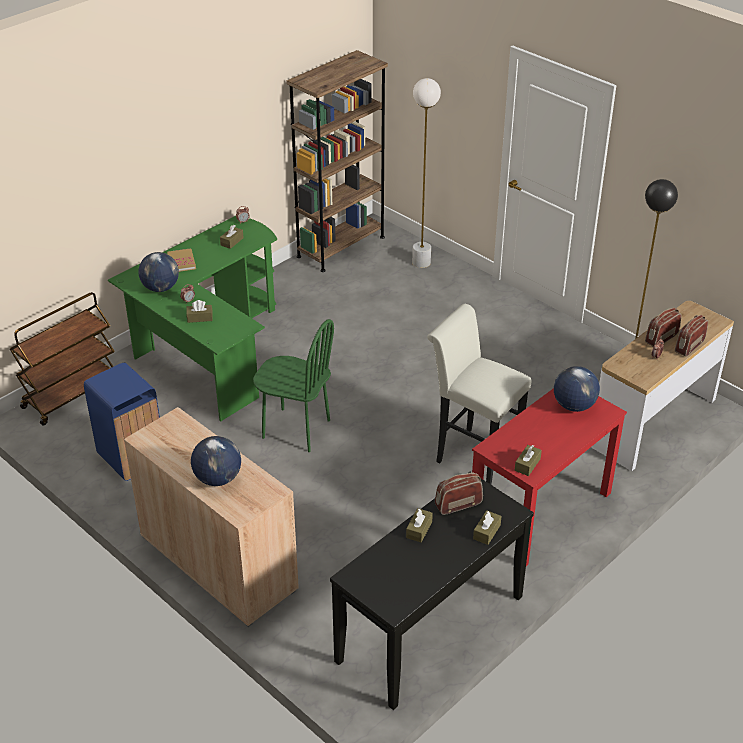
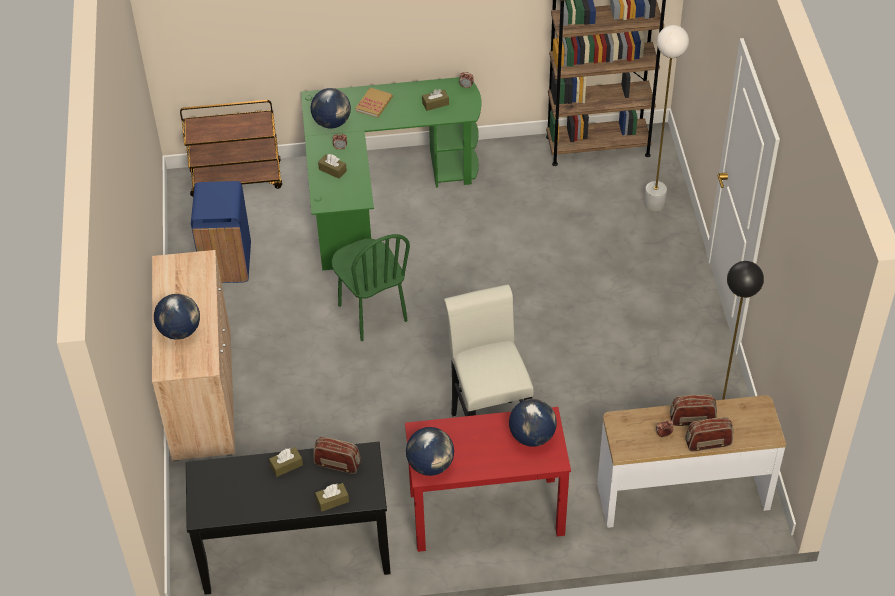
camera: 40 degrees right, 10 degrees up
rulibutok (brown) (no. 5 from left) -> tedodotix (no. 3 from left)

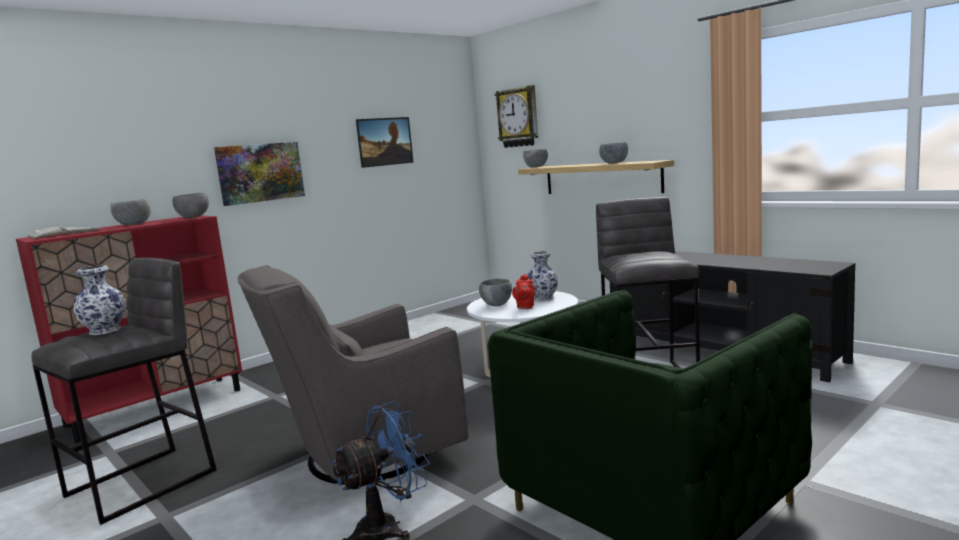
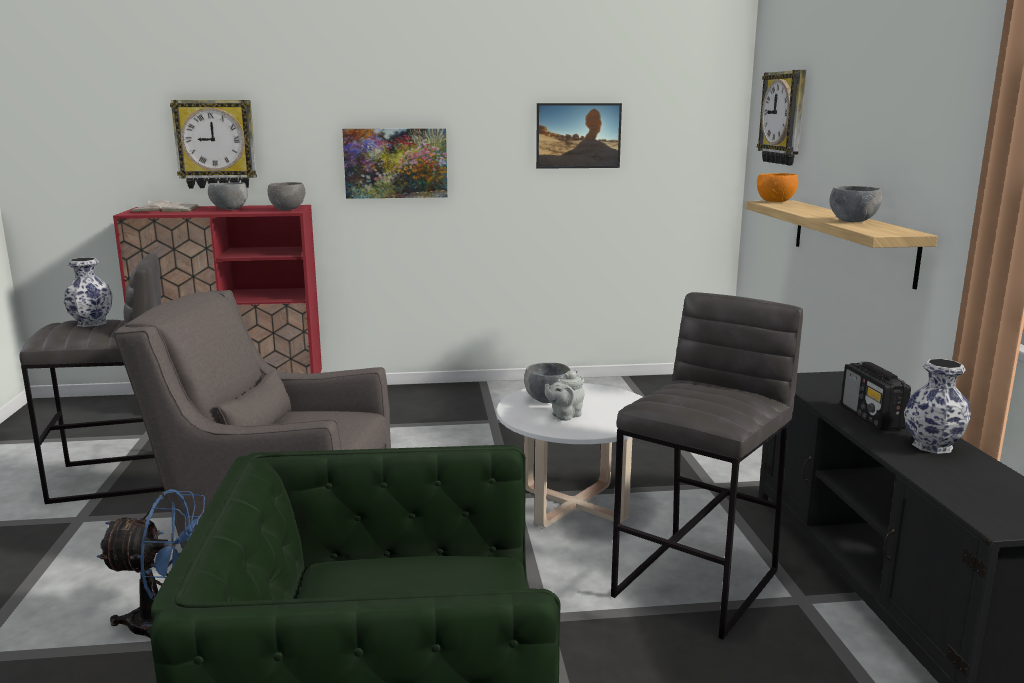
camera: 35 degrees right, 5 degrees up
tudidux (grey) (no. 4 from left) -> tudidux (orange)
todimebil (no. 2 from left), relocated
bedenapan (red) -> bedenapan (grey)
none -> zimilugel (no. 1 from left)
none -> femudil

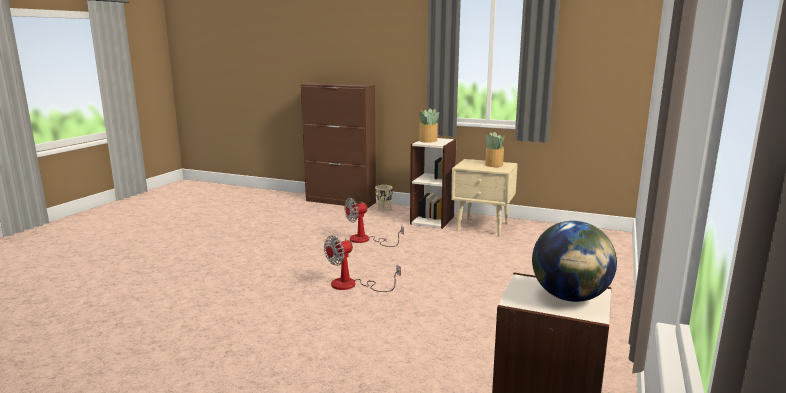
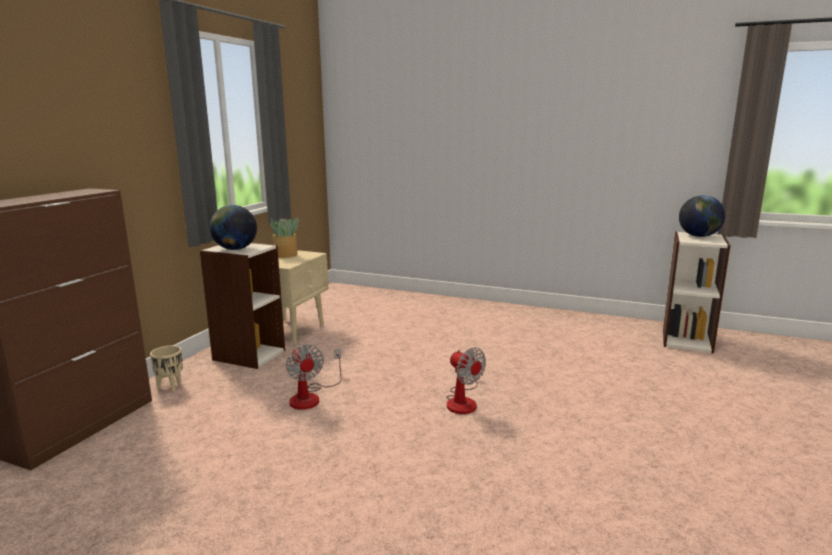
camera: 90 degrees left, 0 degrees up
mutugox (no. 1 from left) -> tedodotix (no. 1 from left)

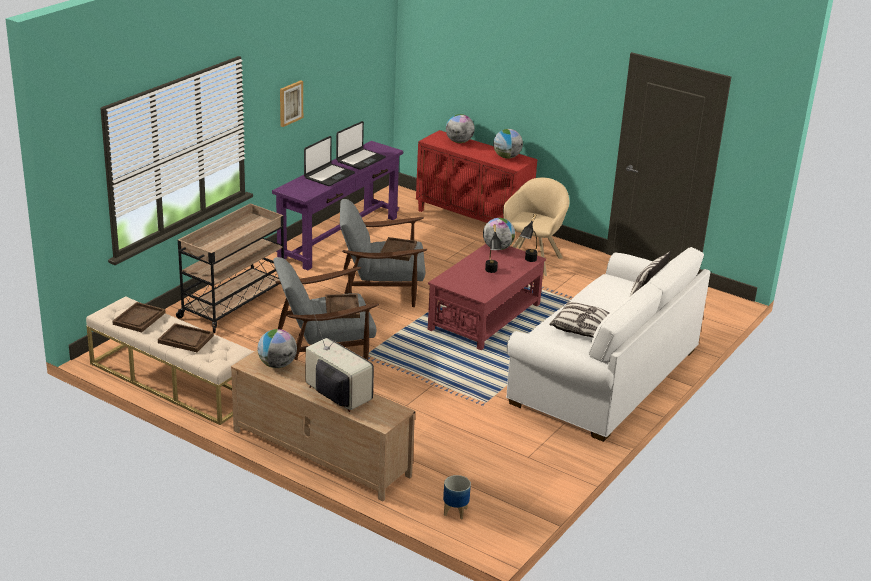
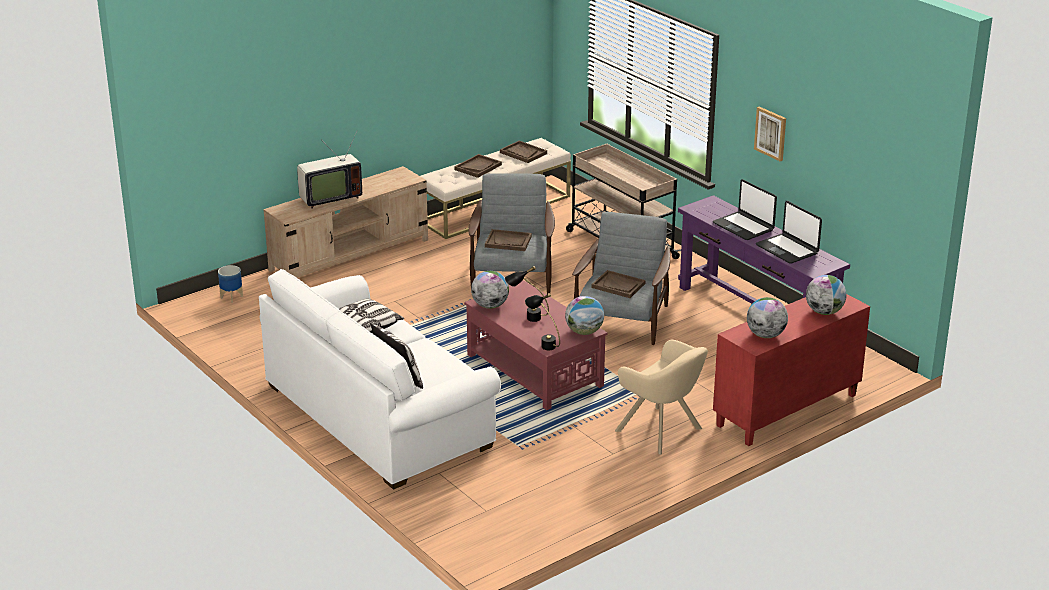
camera: 110 degrees right, 0 degrees up
tedodotix (no. 1 from left), relocated

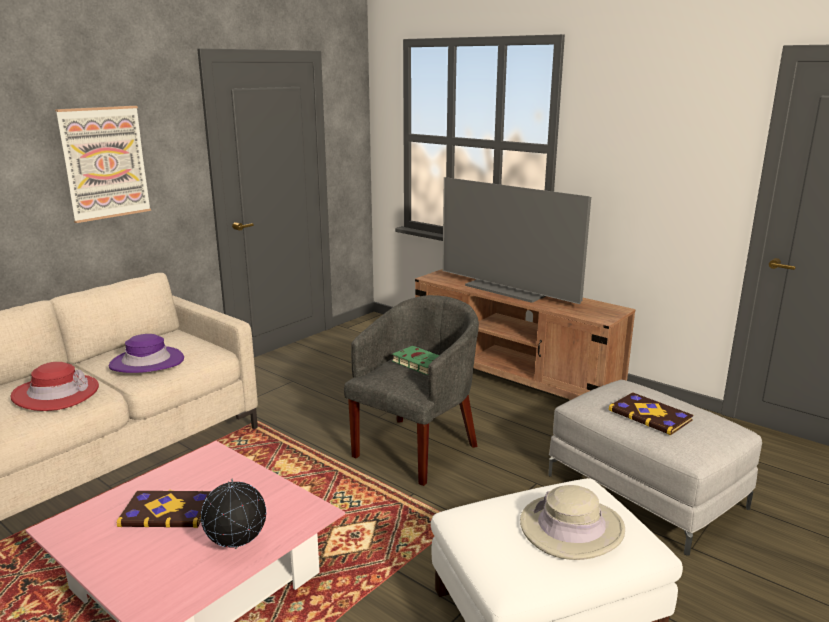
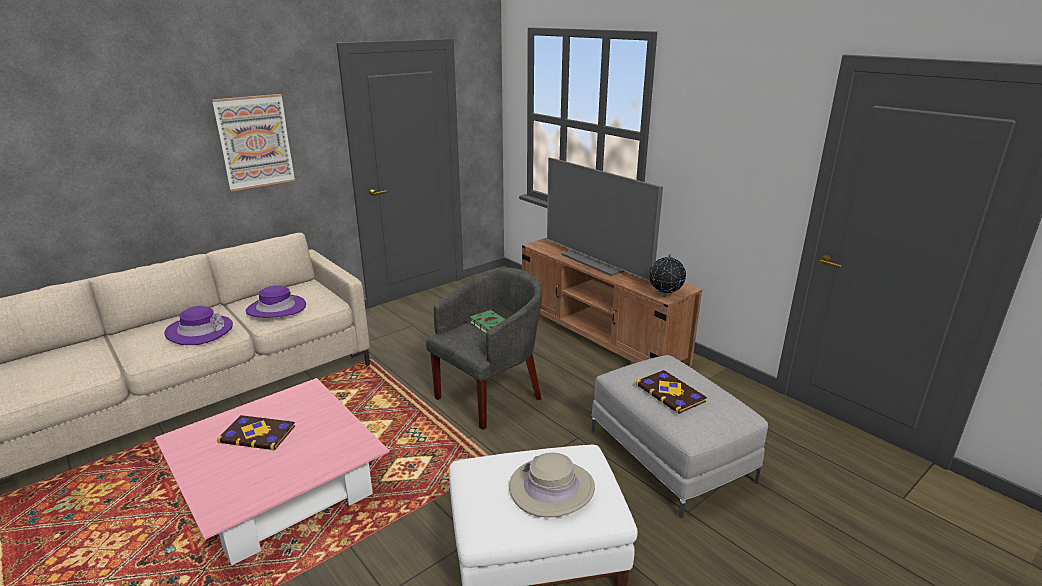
camera: 10 degrees right, 5 degrees up
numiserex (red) -> numiserex (purple) (no. 1 from left)
tedodotix, relocated

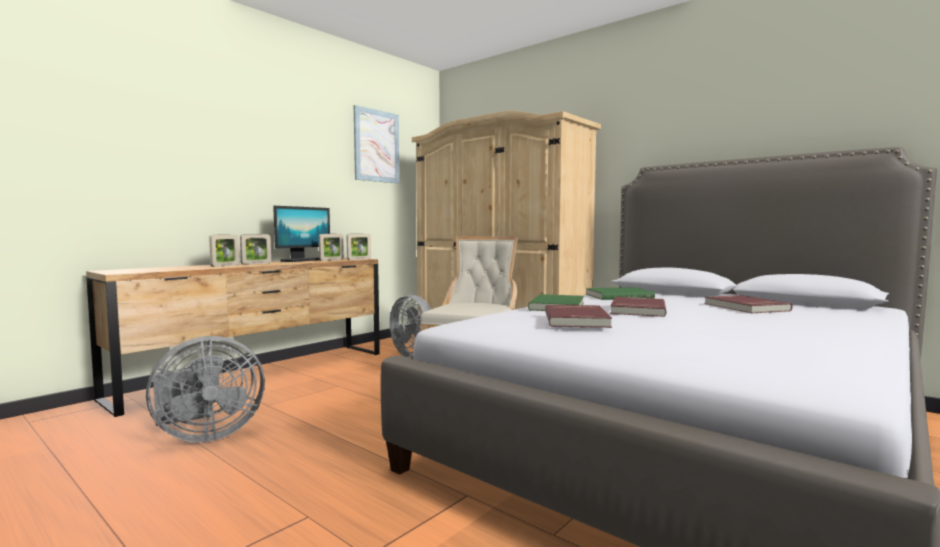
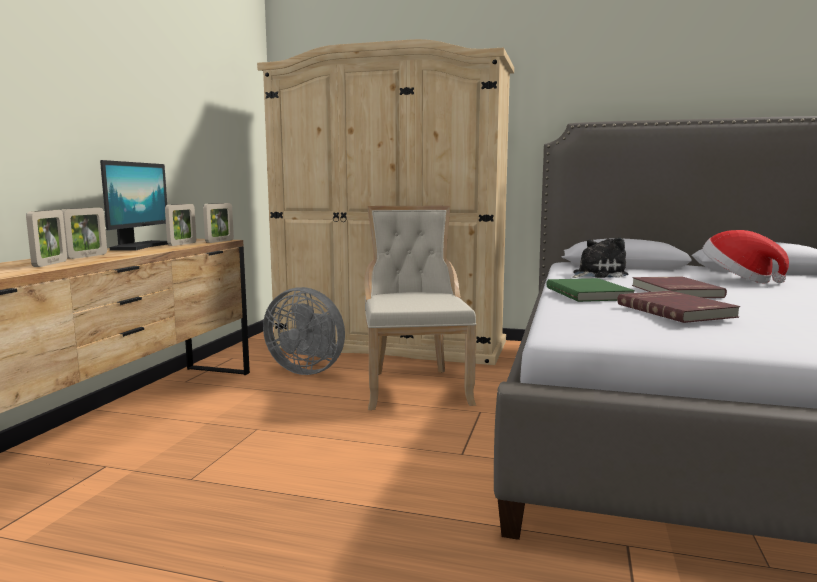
camera: 25 degrees left, 5 degrees up
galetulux -> none
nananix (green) (no. 2 from left) -> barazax
nananix (red) (no. 3 from left) -> numiserex
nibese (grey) (no. 1 from left) -> none

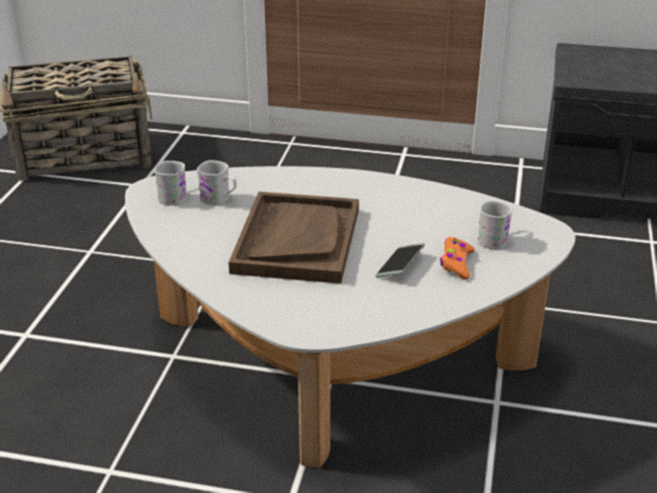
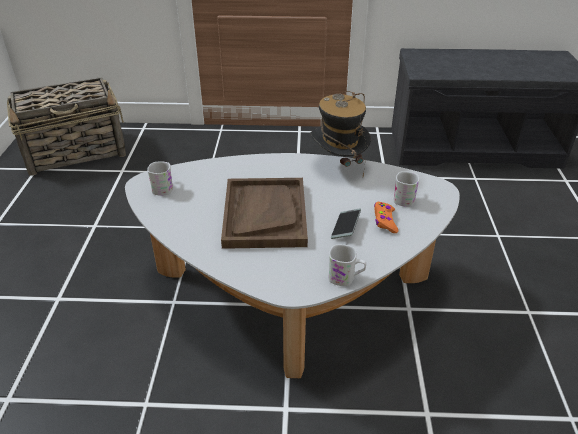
camera: 10 degrees left, 5 degrees up
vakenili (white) (no. 2 from left), relocated
none -> numiserex

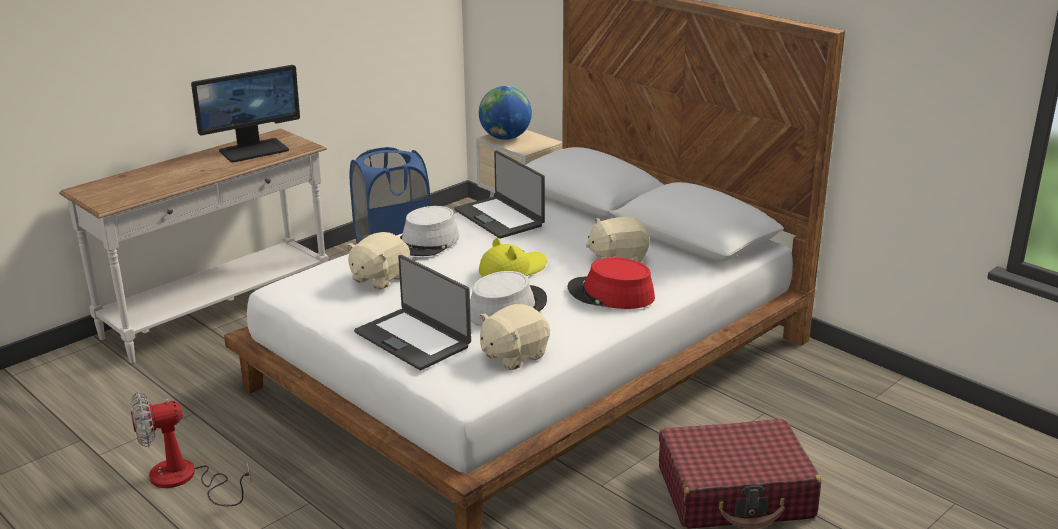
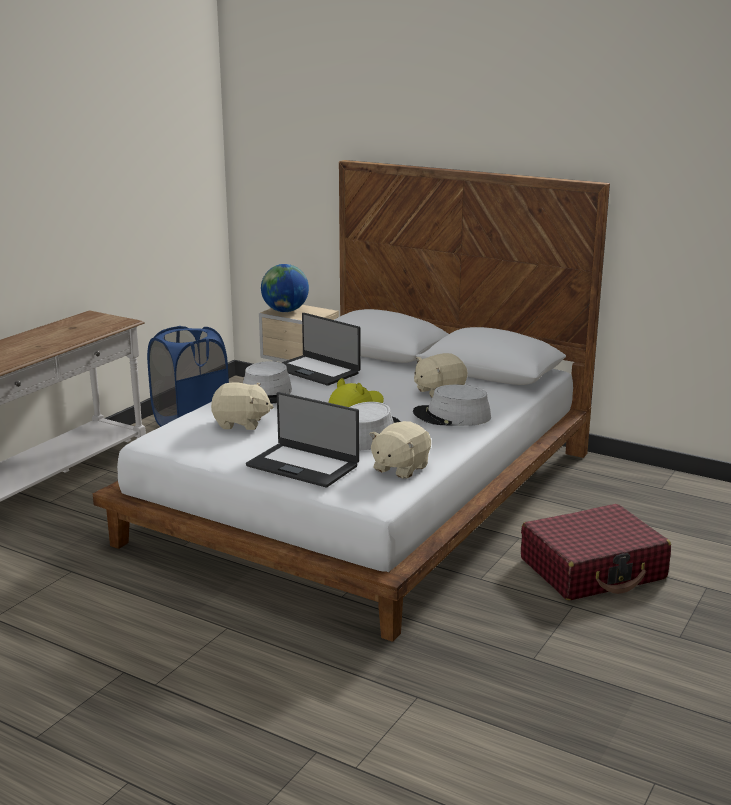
camera: 15 degrees left, 5 degrees down
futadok -> none
barazax (beige) (no. 1 from left), 105 degrees counterclockwise
numiserex (red) -> numiserex (grey) (no. 3 from left)
nibese -> none

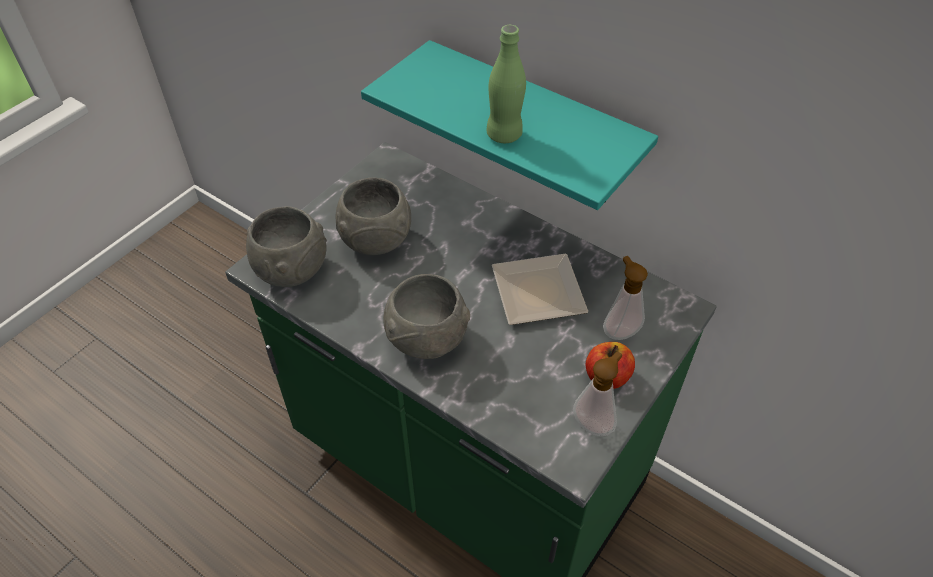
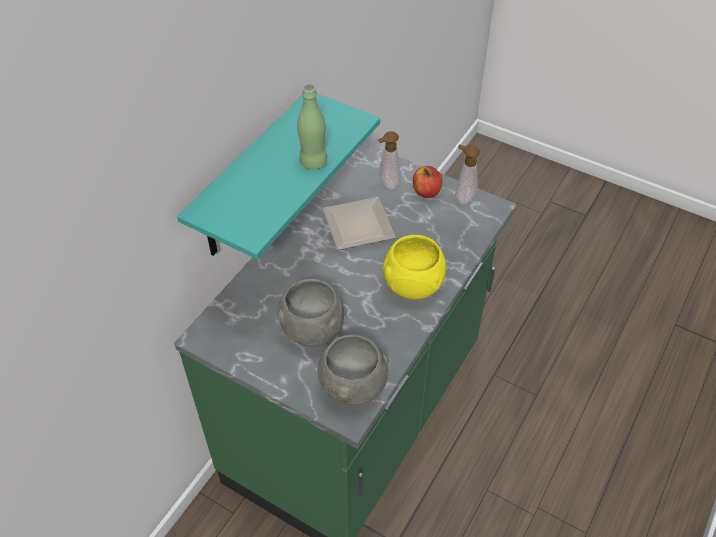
camera: 95 degrees left, 0 degrees up
tudidux (grey) (no. 3 from left) -> tudidux (yellow)

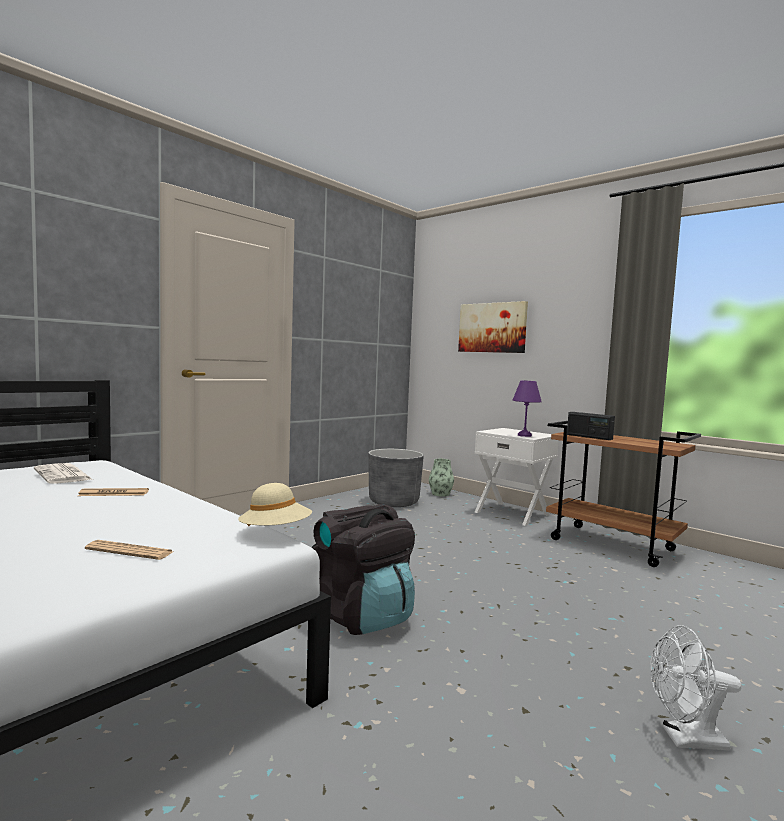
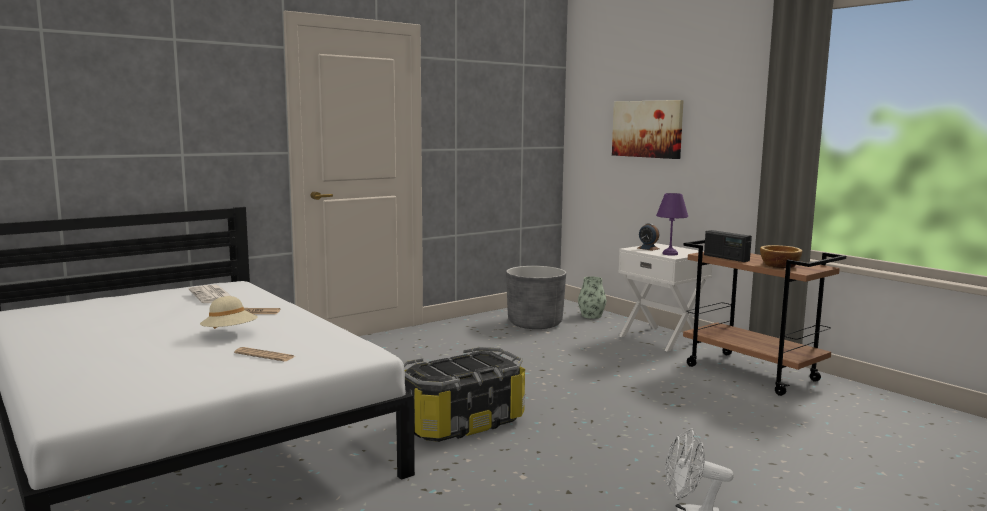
camera: 10 degrees right, 5 degrees up
numiserex (beige), relocated
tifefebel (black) -> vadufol
none -> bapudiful
none -> tudidux

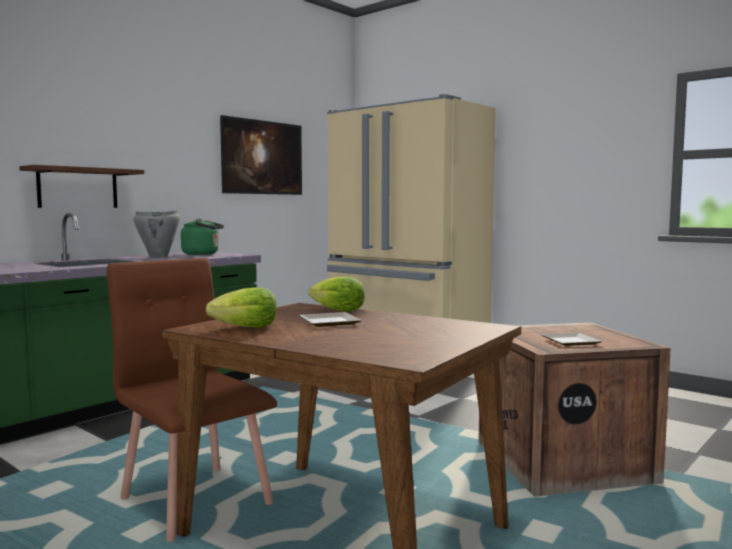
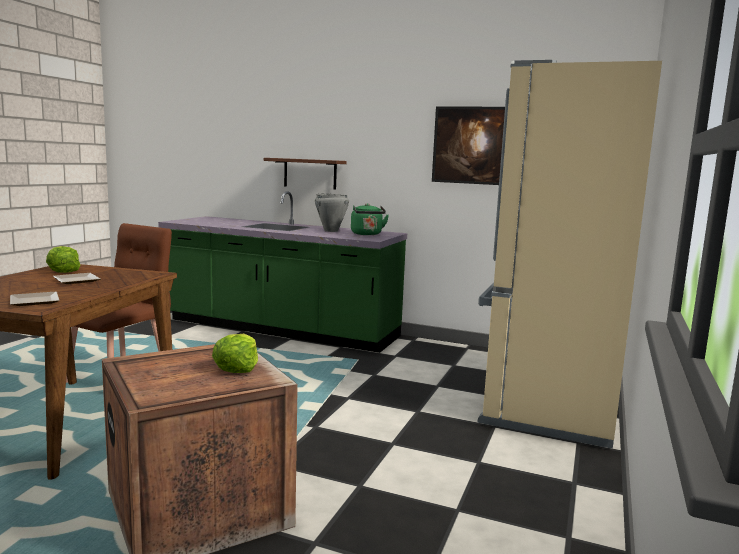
camera: 70 degrees right, 5 degrees up
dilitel (no. 2 from left), relocated
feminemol (no. 2 from left in the first image) -> feminemol (no. 1 from left), relocated

